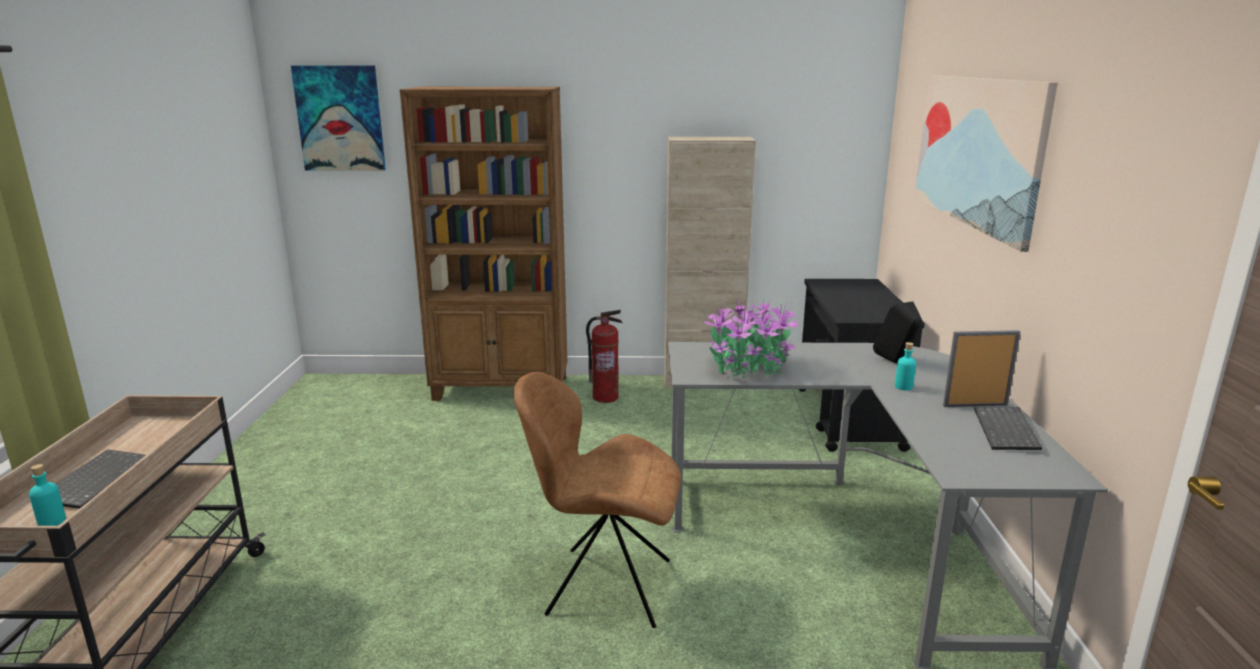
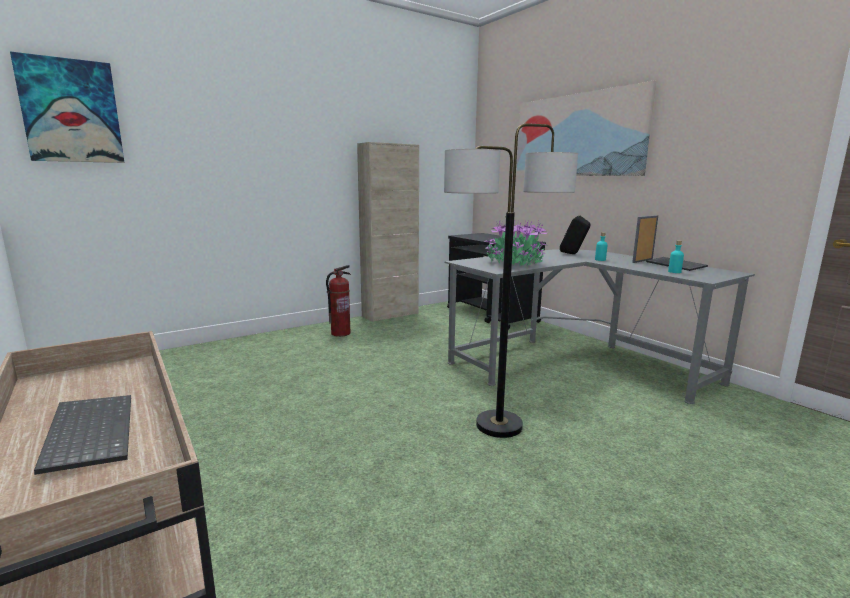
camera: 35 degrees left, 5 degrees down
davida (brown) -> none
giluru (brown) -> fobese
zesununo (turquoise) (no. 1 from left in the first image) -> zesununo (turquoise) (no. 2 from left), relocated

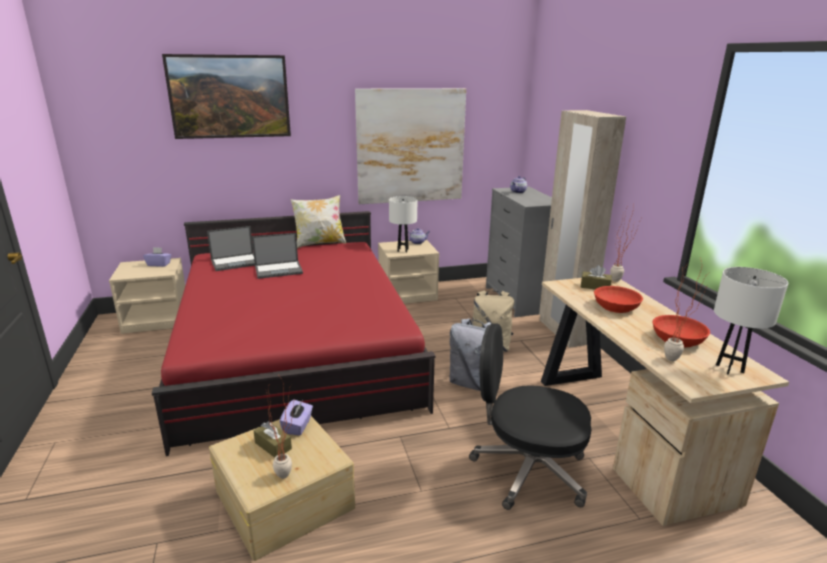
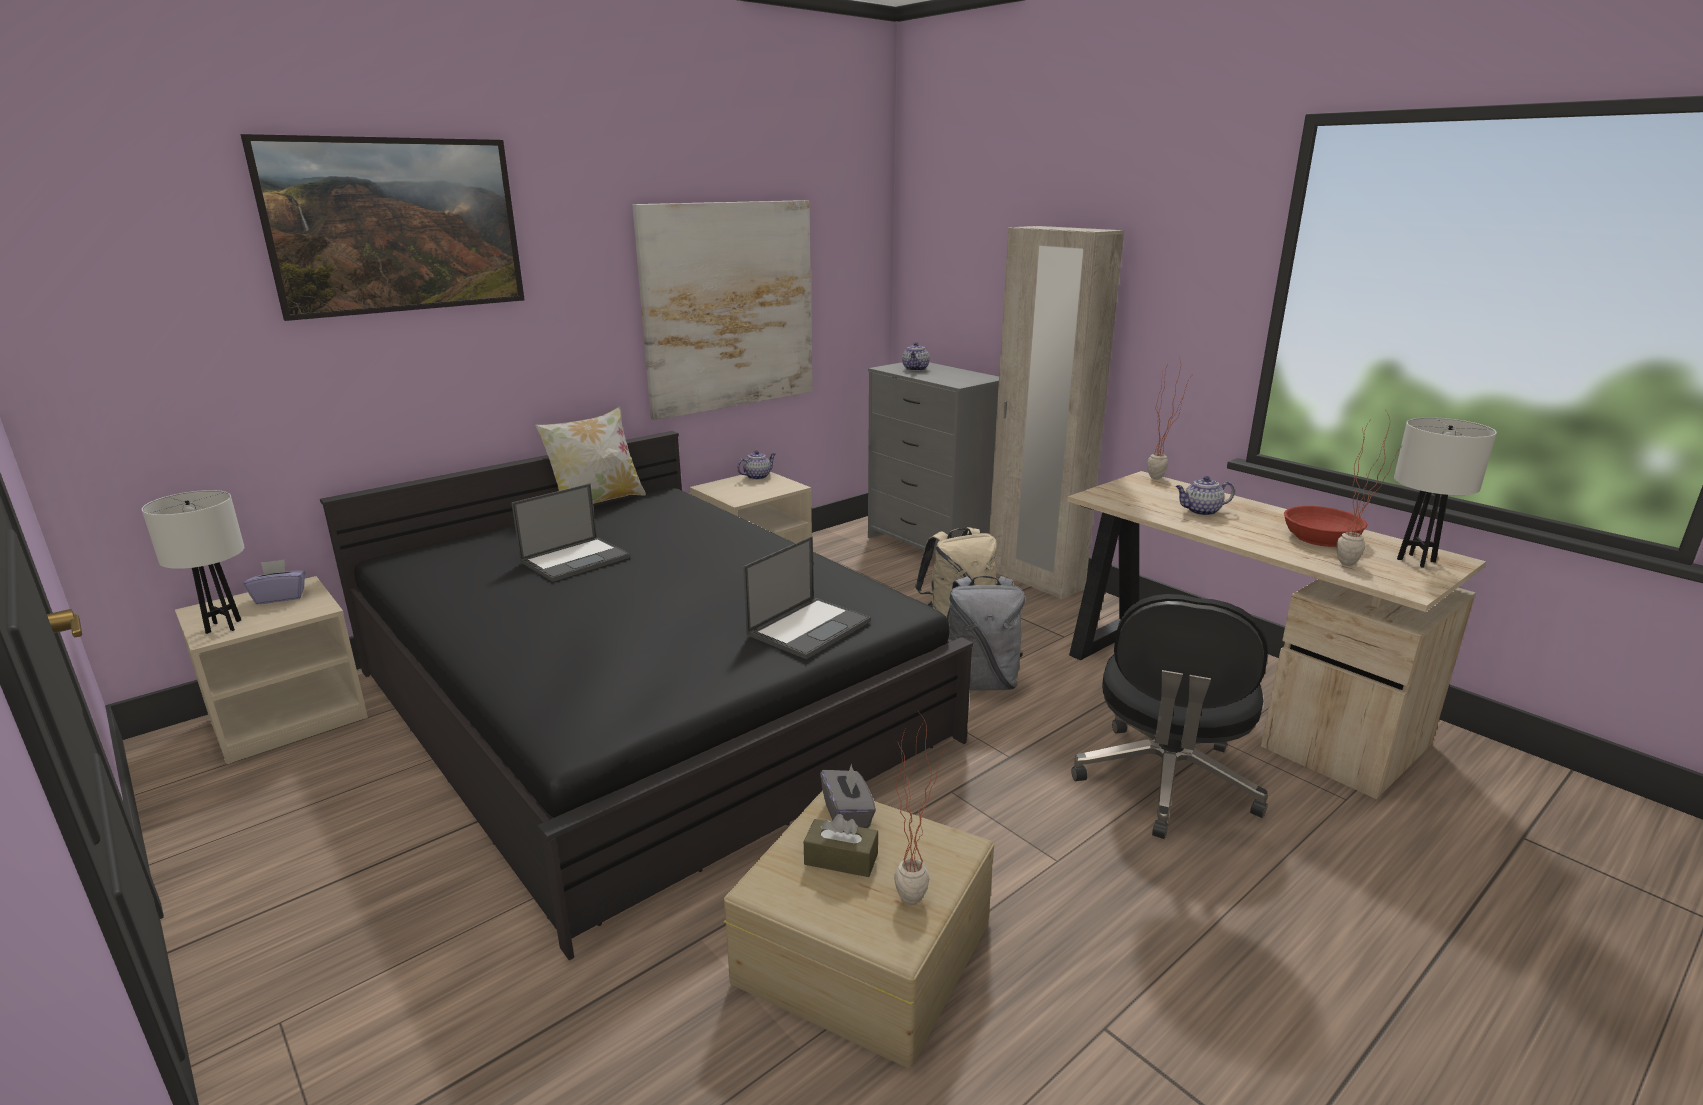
camera: 25 degrees left, 0 degrees up
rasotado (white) (no. 1 from left), relocated
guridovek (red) -> guridovek (black)
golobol (no. 1 from left in the first image) -> golobol (no. 2 from left), relocated
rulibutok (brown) (no. 2 from left) -> none
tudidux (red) (no. 1 from left) -> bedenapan (no. 3 from left)
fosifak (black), 60 degrees counterclockwise
rulibutok (purple) (no. 2 from left) -> rulibutok (grey)

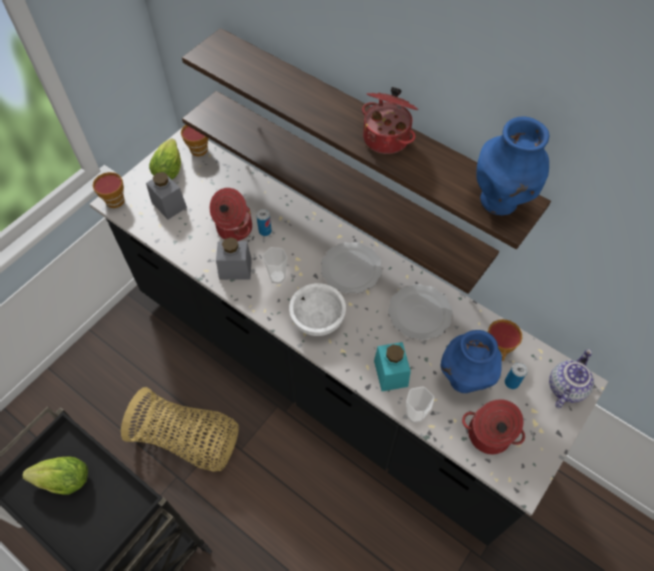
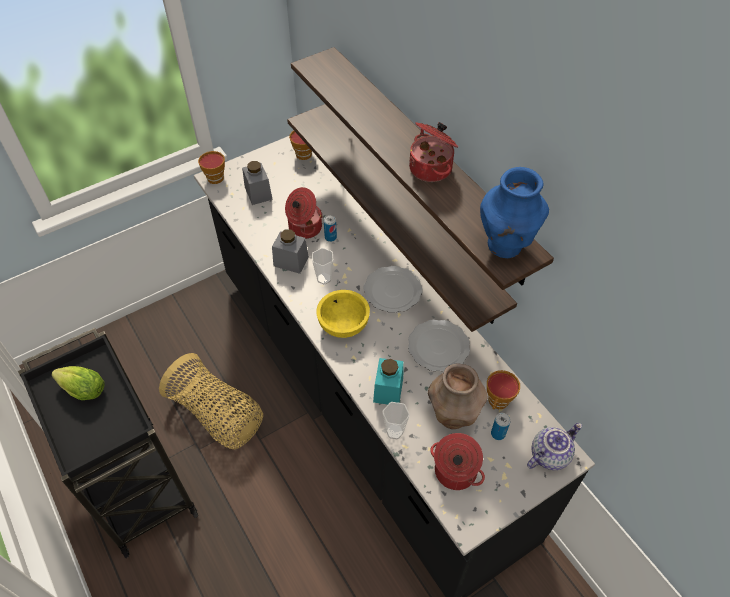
camera: 20 degrees right, 5 degrees down
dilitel (no. 2 from left) -> none
tudidux (white) -> tudidux (yellow)
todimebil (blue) (no. 1 from left) -> todimebil (brown)

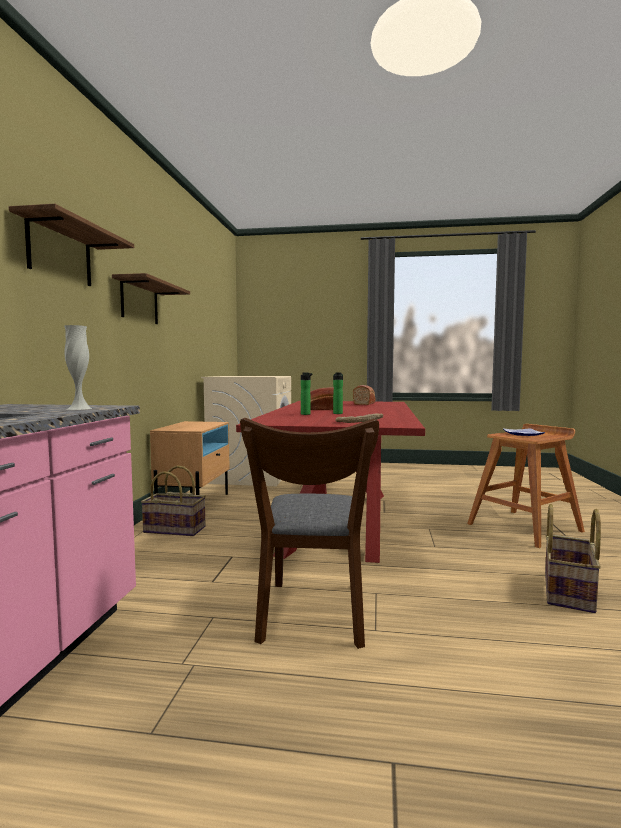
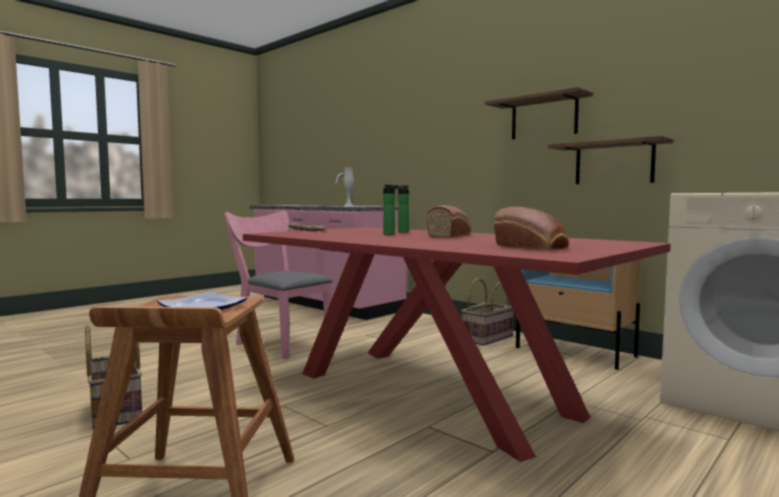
camera: 125 degrees right, 0 degrees up
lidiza (no. 1 from left in the first image) -> lidiza (no. 2 from left), relocated
giluru (brown) -> giluru (pink)

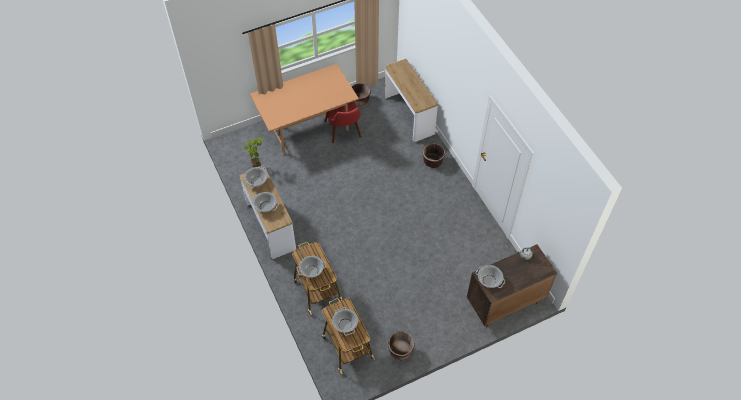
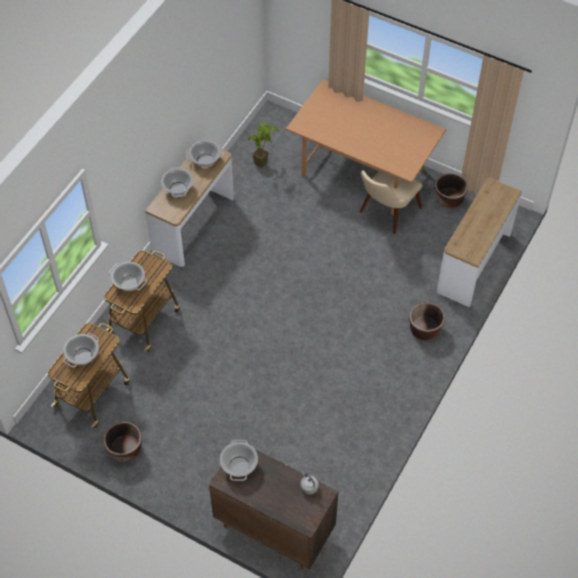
camera: 55 degrees right, 0 degrees up
giluru (red) -> giluru (beige)

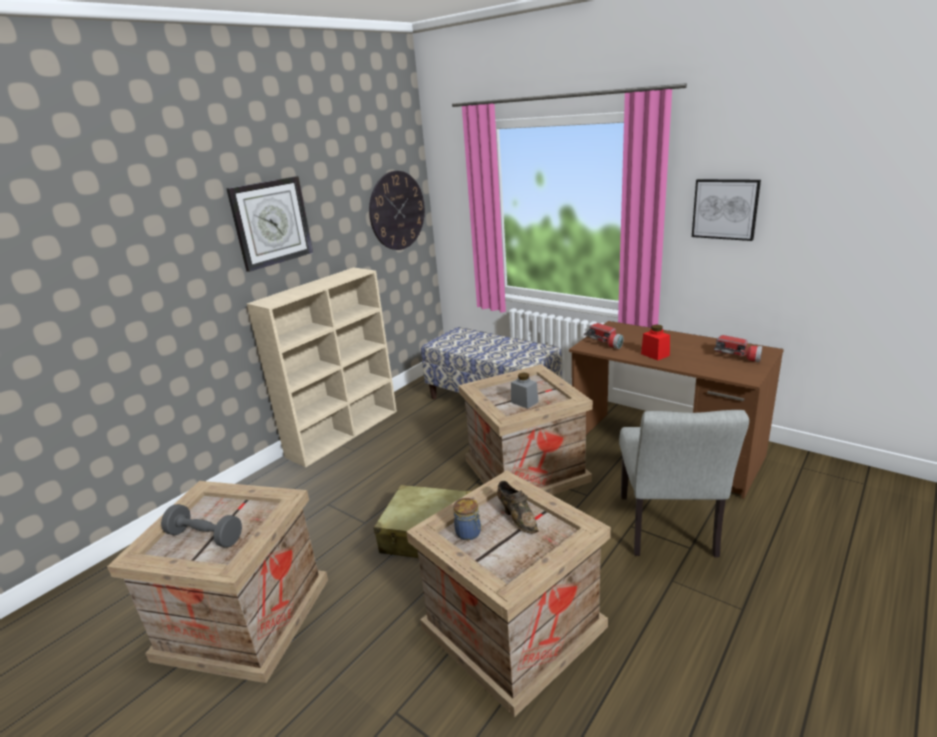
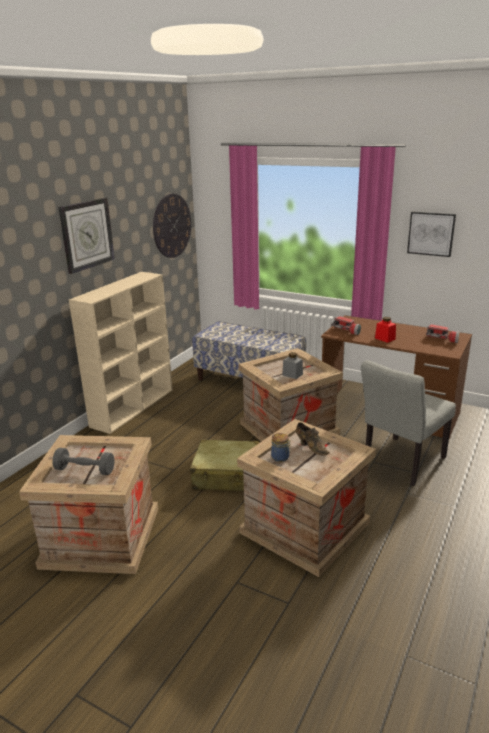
camera: 10 degrees left, 0 degrees up
giluru (grey), 45 degrees clockwise

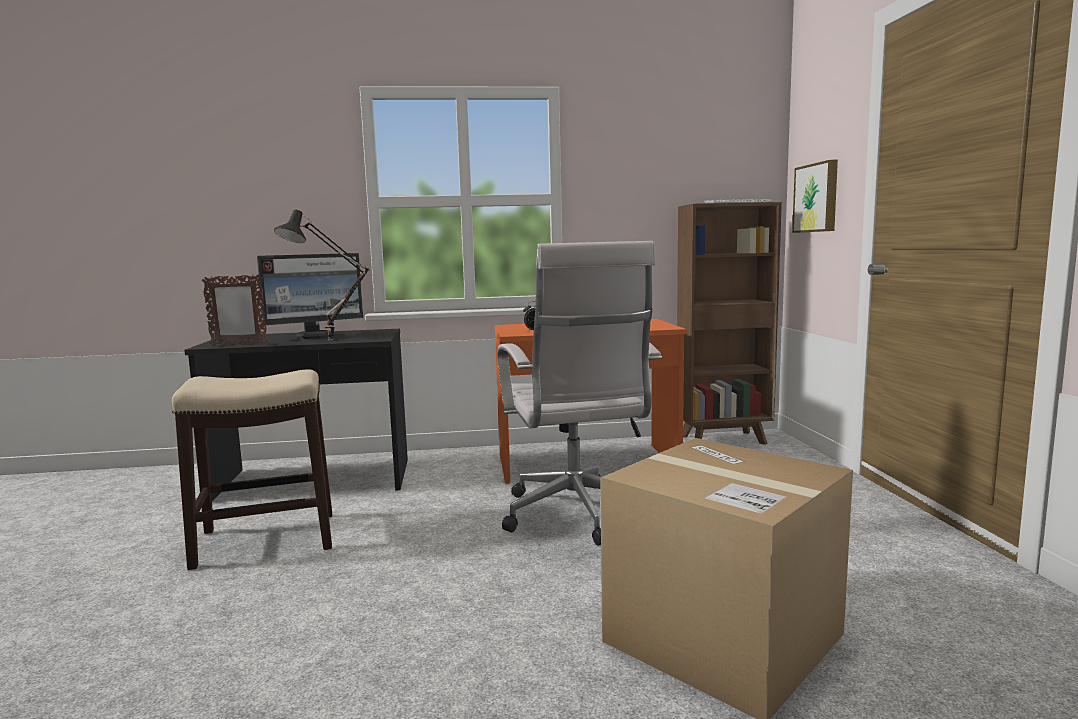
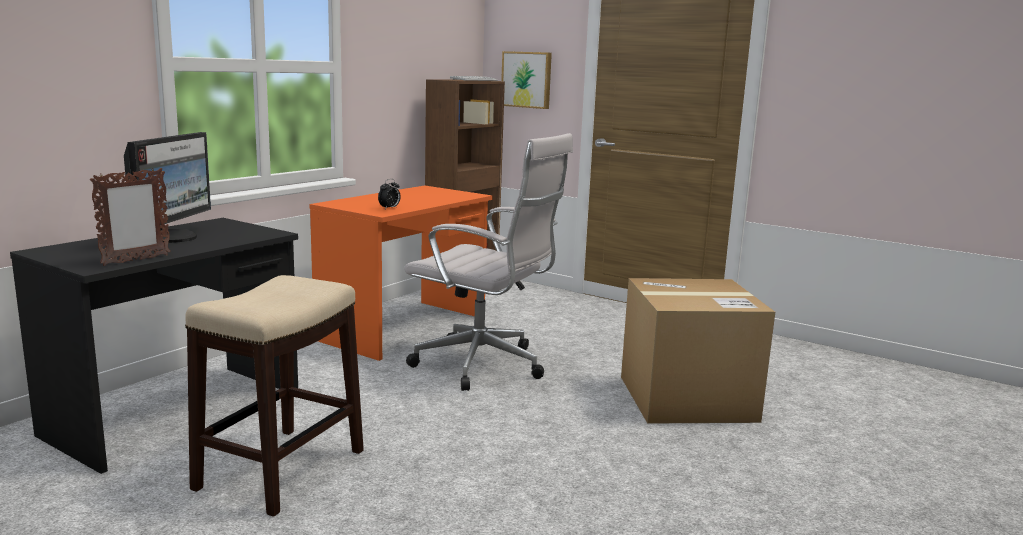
camera: 50 degrees left, 5 degrees up
rasotado (black) -> none

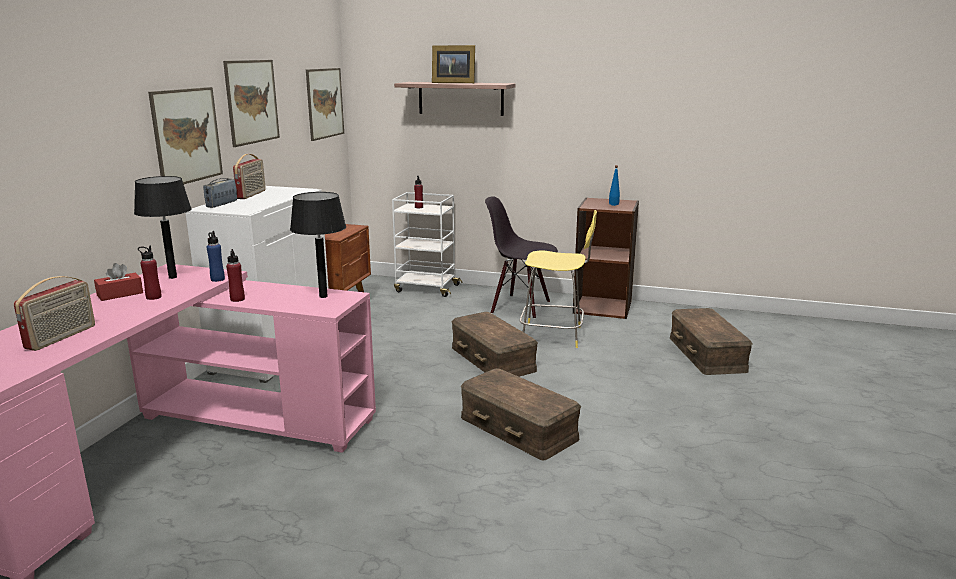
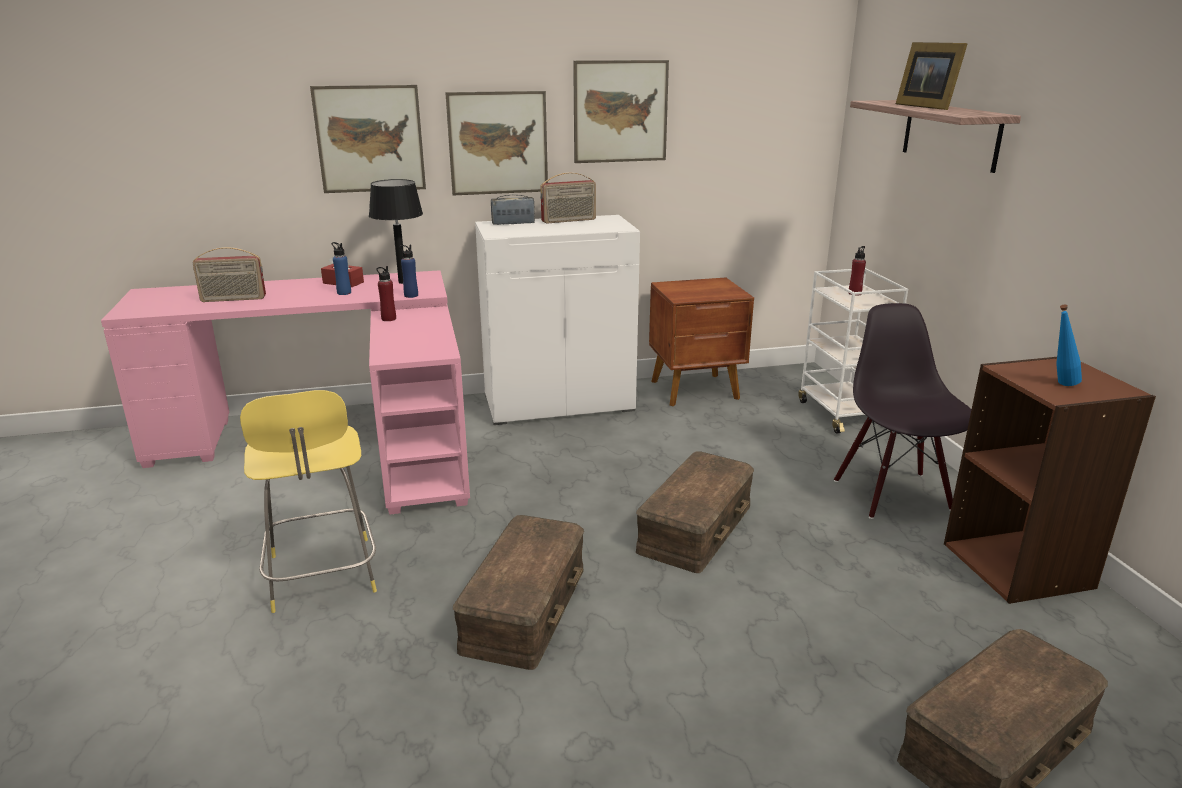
camera: 60 degrees right, 5 degrees up
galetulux (no. 3 from left in the first image) -> galetulux (no. 1 from left), relocated
rasotado (black) (no. 2 from left) -> none
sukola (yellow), relocated
zesununo (red) (no. 1 from left) -> zesununo (blue) (no. 1 from left)

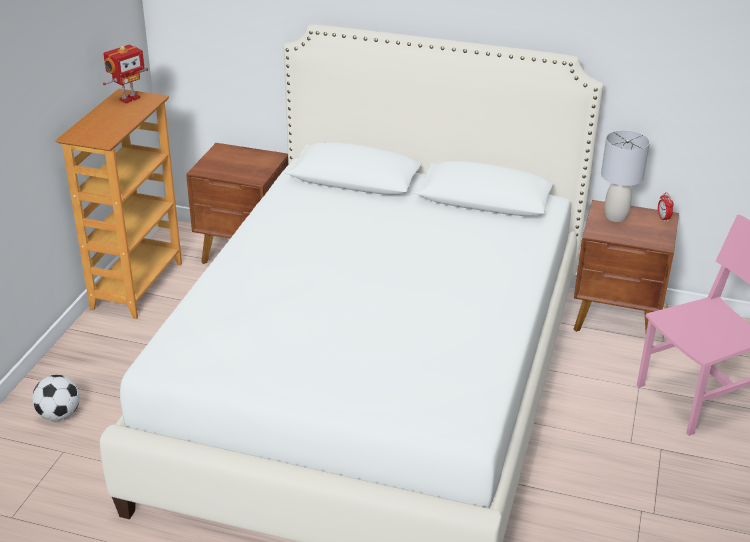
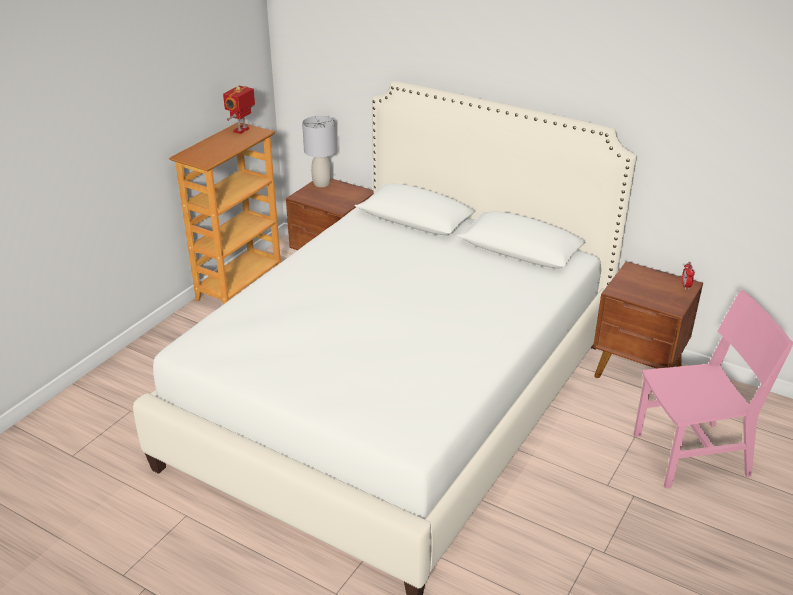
camera: 15 degrees right, 0 degrees up
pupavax, 150 degrees clockwise
rasotado (grey), relocated
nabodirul -> none

